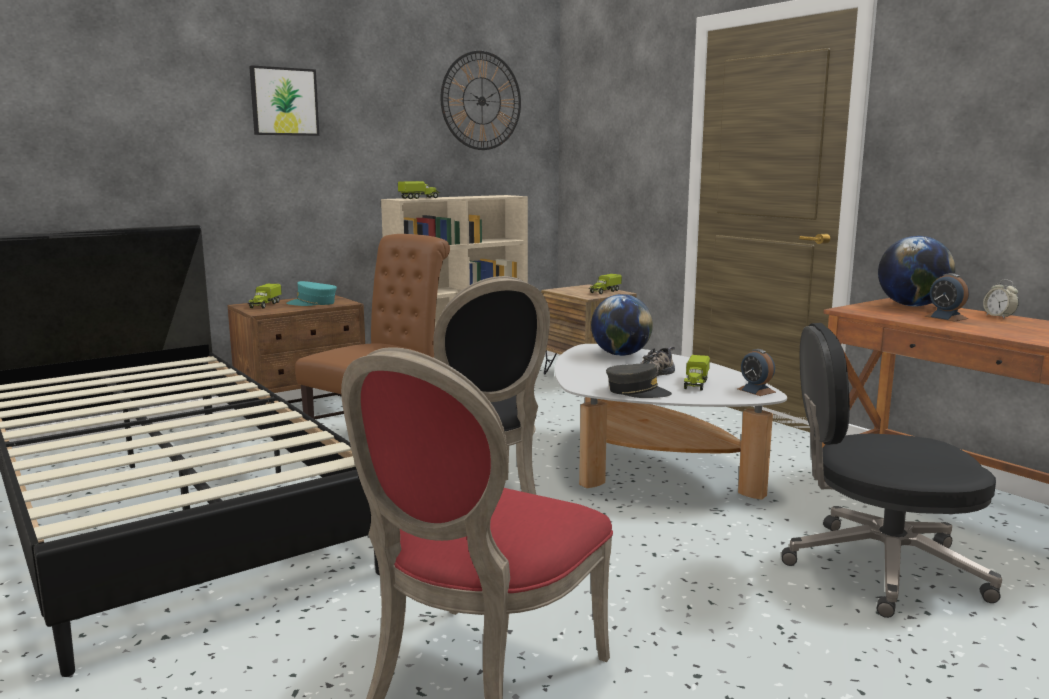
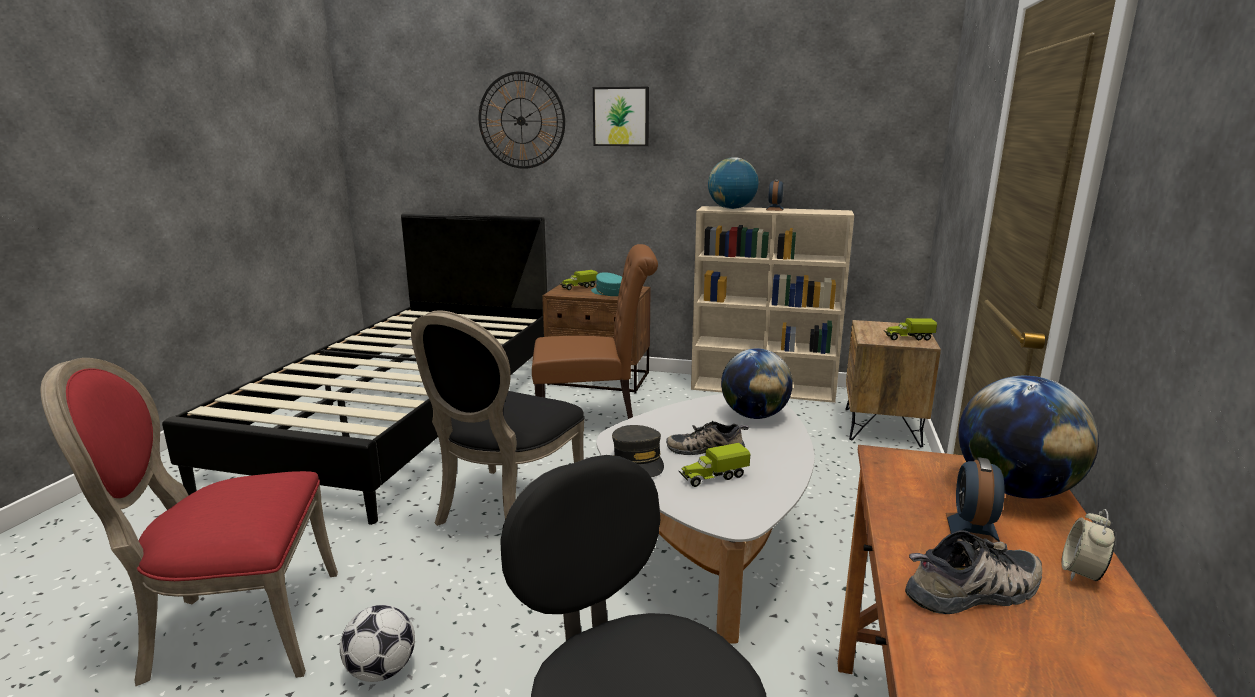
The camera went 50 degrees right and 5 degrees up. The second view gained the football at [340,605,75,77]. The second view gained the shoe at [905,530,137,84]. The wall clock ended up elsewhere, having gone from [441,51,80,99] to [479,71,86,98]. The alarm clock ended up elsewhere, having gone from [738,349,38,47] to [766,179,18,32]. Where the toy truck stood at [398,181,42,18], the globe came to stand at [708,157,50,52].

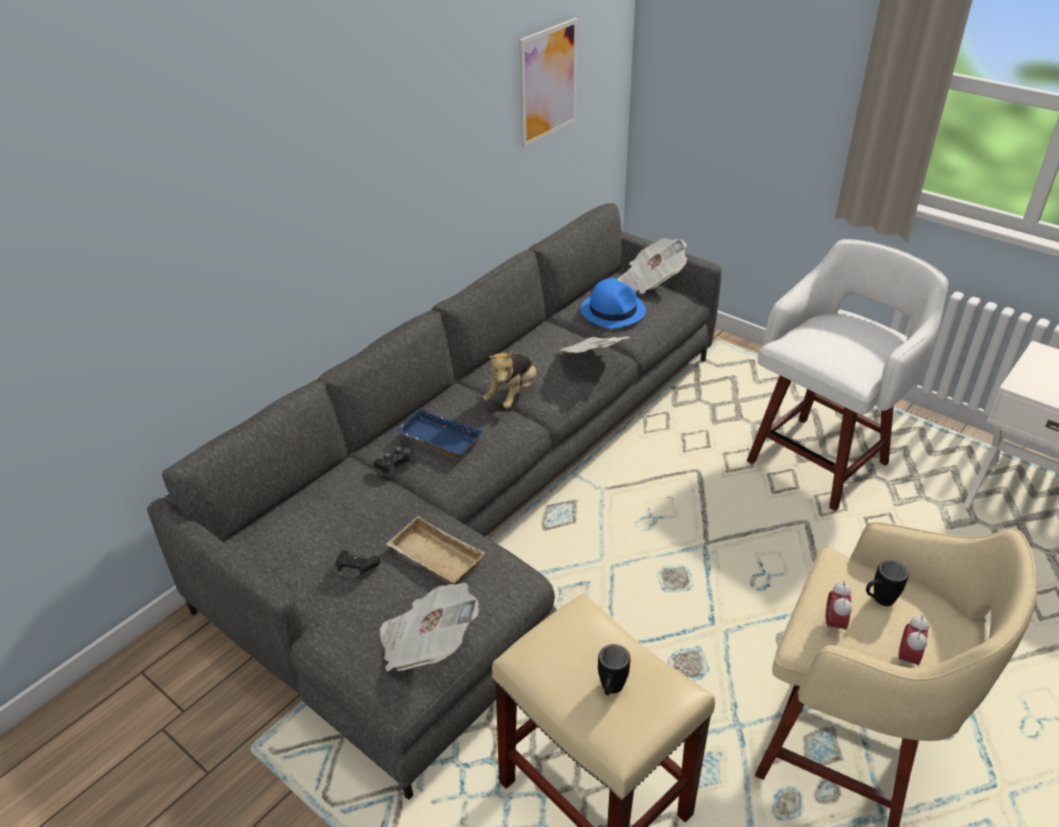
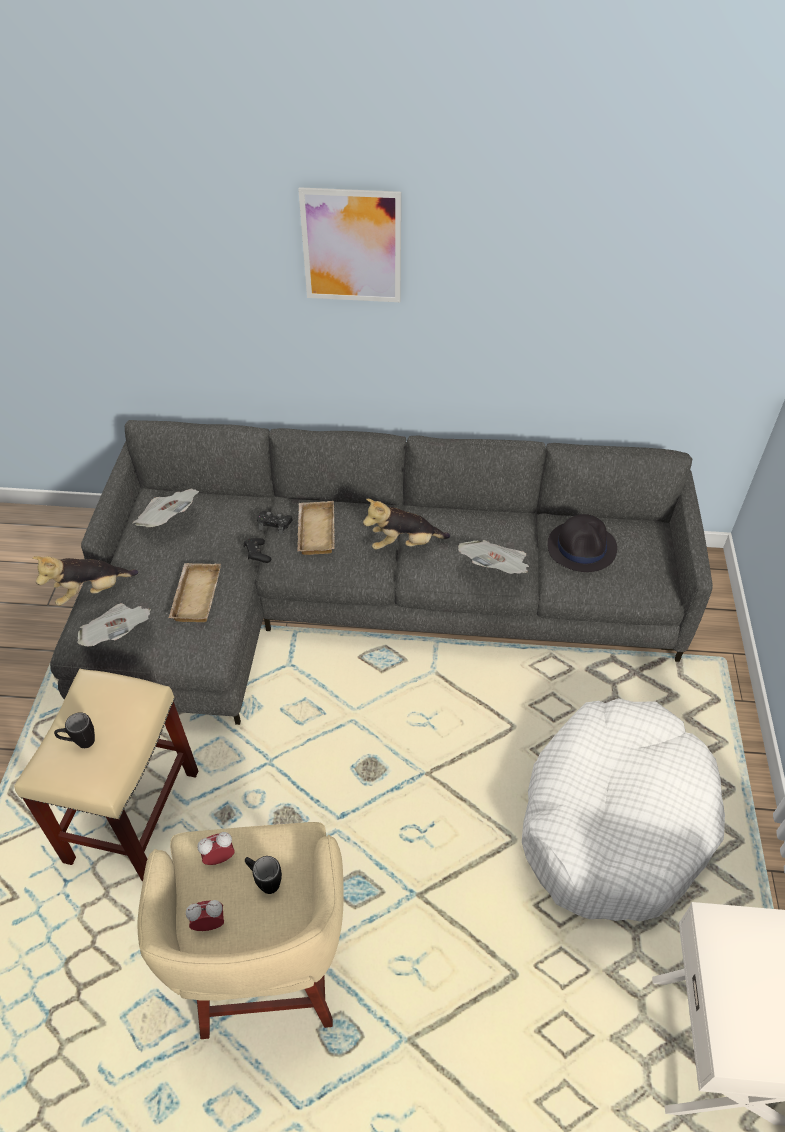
The camera went 55 degrees right and 10 degrees up. The second view gained the plush toy at [32,556,106,50]. The black game controller ended up elsewhere, having gone from [336,550,45,25] to [244,538,27,25]. The picture ended up elsewhere, having gone from [519,18,59,130] to [298,187,103,115]. The newspaper ended up elsewhere, having gone from [617,238,70,56] to [133,488,66,39]. Where the white stool stood at [747,239,201,272], the white dog bed came to stand at [522,698,203,223]. What was the blue tray at [396,408,87,51] turned into the beige tray at [297,501,38,54]. What was the blue hat at [581,278,65,51] turned into the black hat at [547,514,70,58].

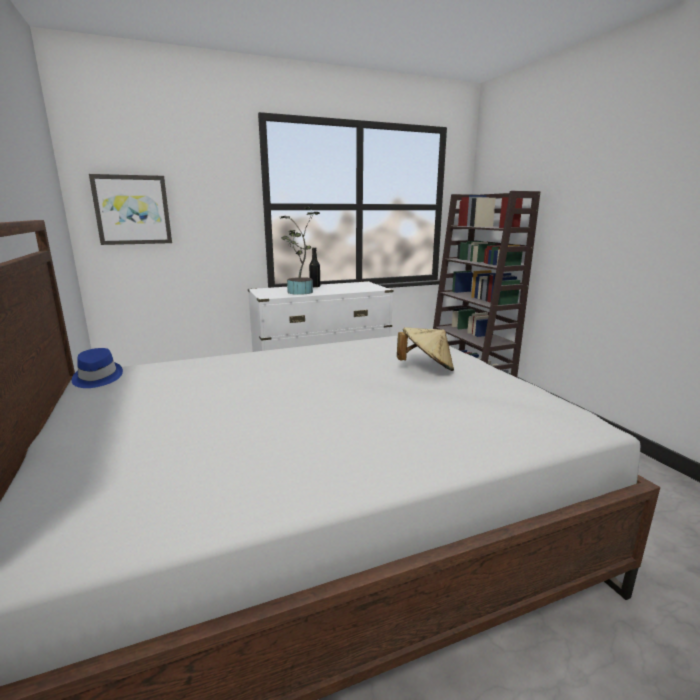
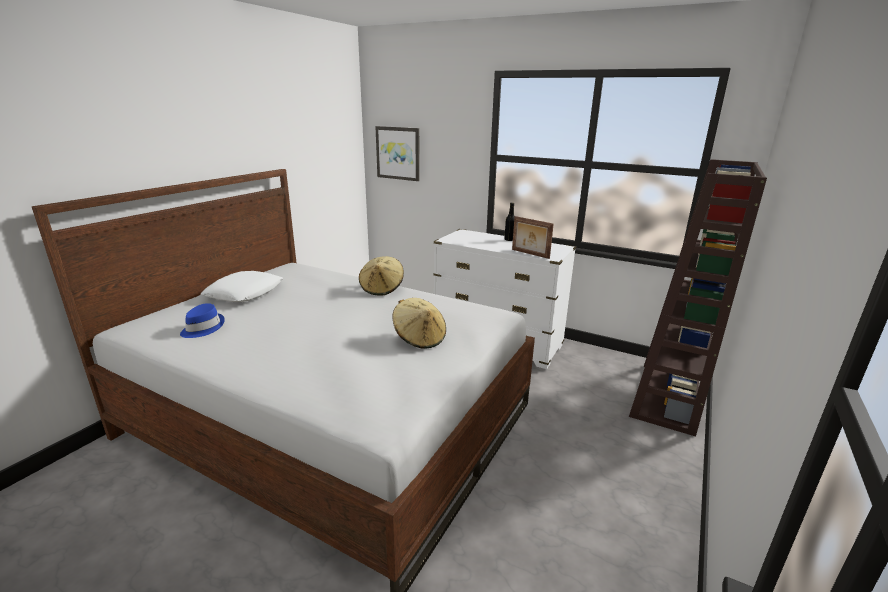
The camera went 50 degrees right and 5 degrees up. The second view lost the potted plant at [279,207,41,88]. The second view gained the white pillow at [201,271,82,31]. The second view gained the beige hat at [359,256,45,40]. The second view gained the picture frame at [512,216,42,43]. The blue hat ended up elsewhere, having gone from [72,348,51,40] to [180,303,45,35].

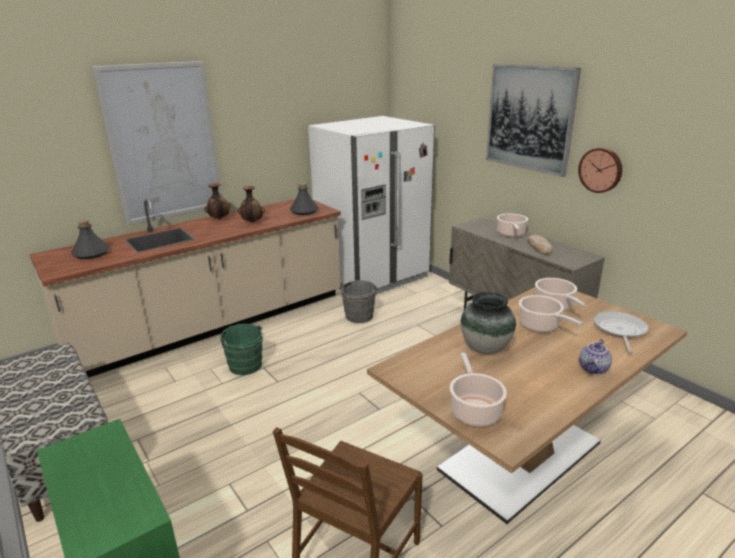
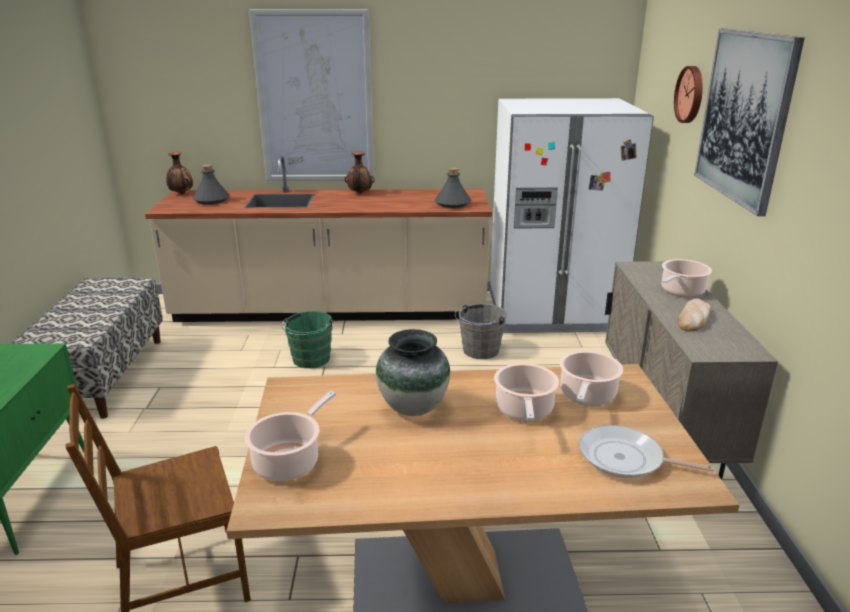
The camera went 35 degrees right and 0 degrees up. The second view lost the teapot at [579,339,33,35]. The vase ended up elsewhere, having gone from [238,186,27,37] to [166,152,27,42]. The wall clock ended up elsewhere, having gone from [578,148,44,45] to [674,66,29,57]. The frying pan at [594,311,54,43] ended up facing another way, 120 degrees counterclockwise from before.

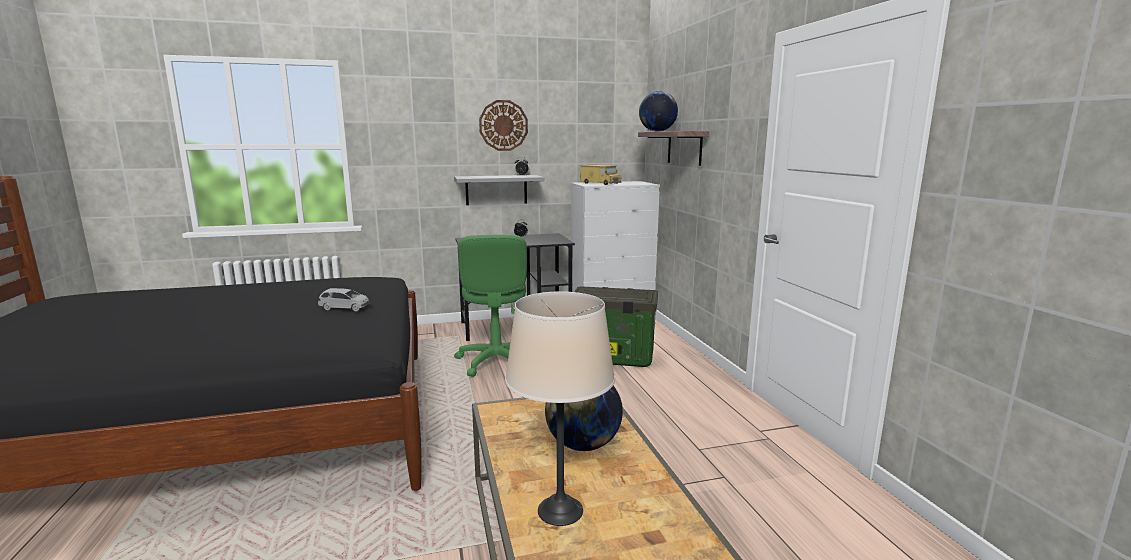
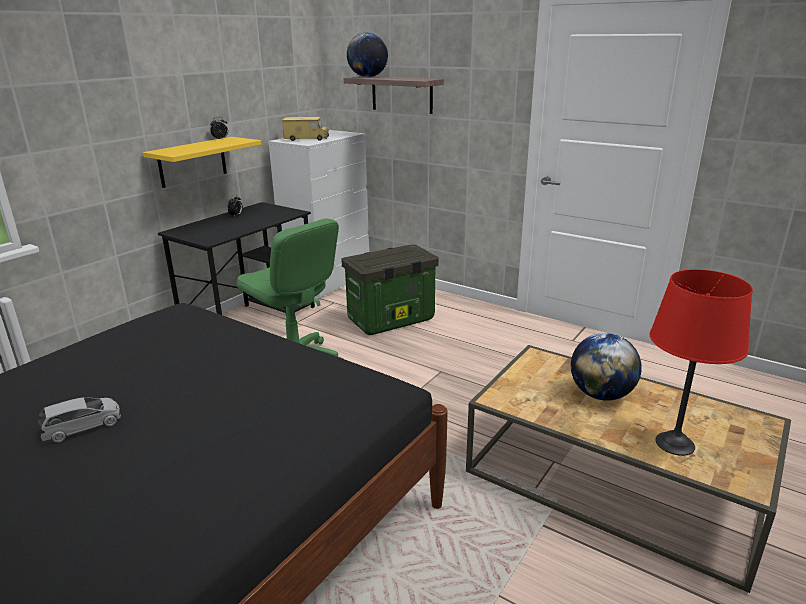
The camera went 40 degrees left and 10 degrees up. The second view lost the wall clock at [479,100,49,51]. The grey toy car ended up elsewhere, having gone from [318,288,51,23] to [38,397,83,46]. What was the grey shelf at [454,175,91,30] turned into the yellow shelf at [143,137,118,51]. What was the beige table lamp at [505,291,110,235] turned into the red table lamp at [650,269,103,187].

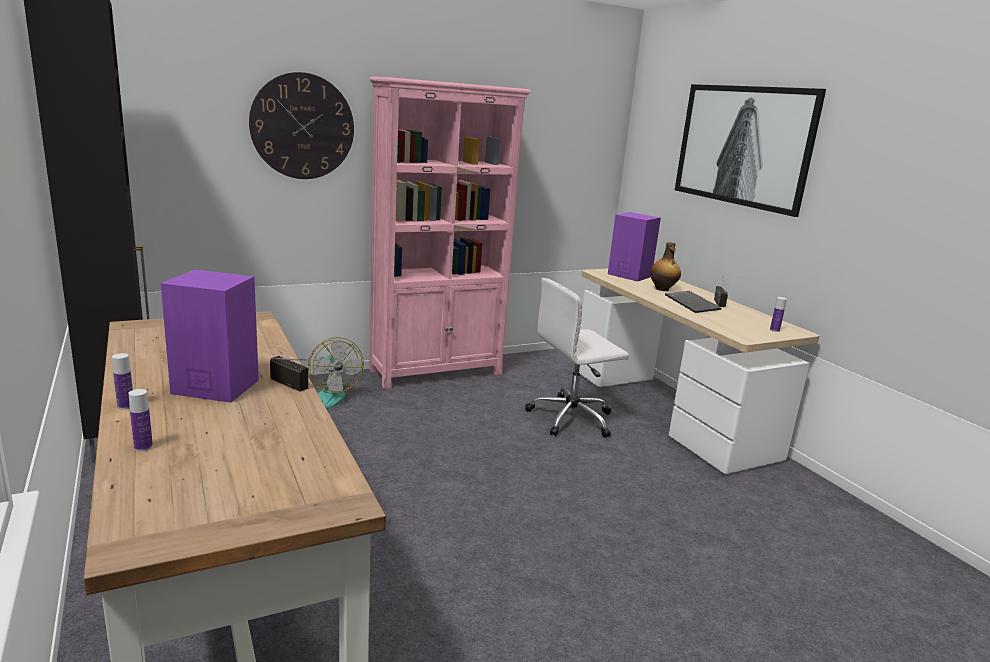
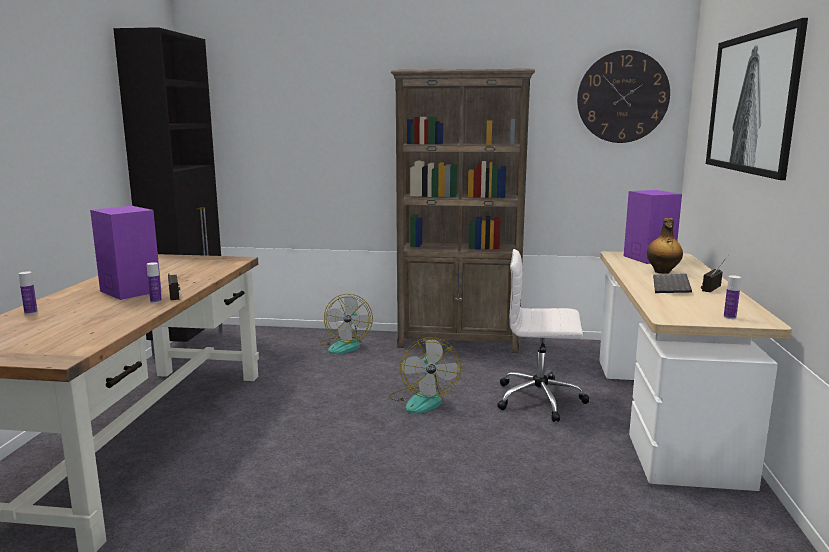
The camera went 35 degrees right and 5 degrees down. The second view gained the fan at [389,338,72,75]. The bottle ended up elsewhere, having gone from [112,353,21,56] to [147,262,15,41]. The wall clock ended up elsewhere, having gone from [249,72,105,107] to [577,50,93,93]. What was the pink bookcase at [369,76,162,313] turned into the brown bookcase at [391,69,144,284].

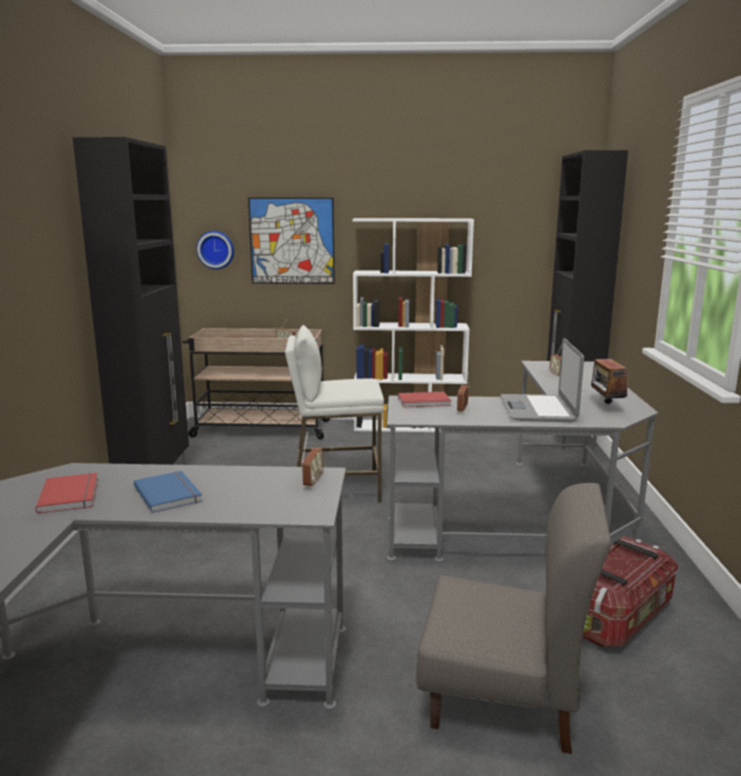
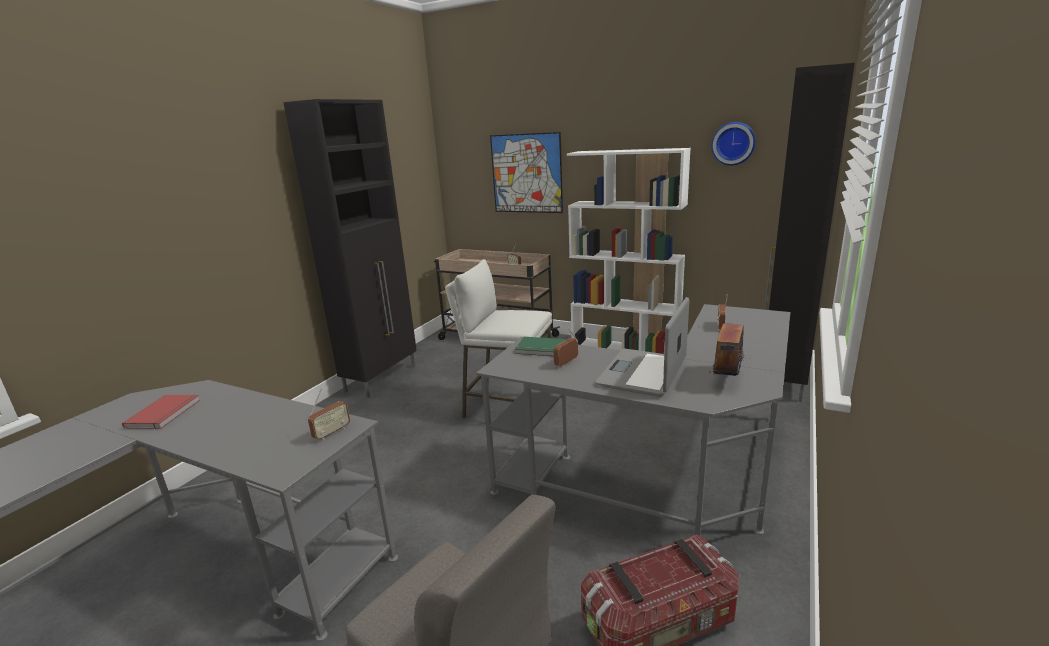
The camera went 25 degrees right and 5 degrees up. The second view lost the blue book at [134,471,68,42]. The wall clock ended up elsewhere, having gone from [196,231,38,38] to [711,122,45,44]. What was the red book at [398,392,53,15] turned into the green book at [515,337,52,19].

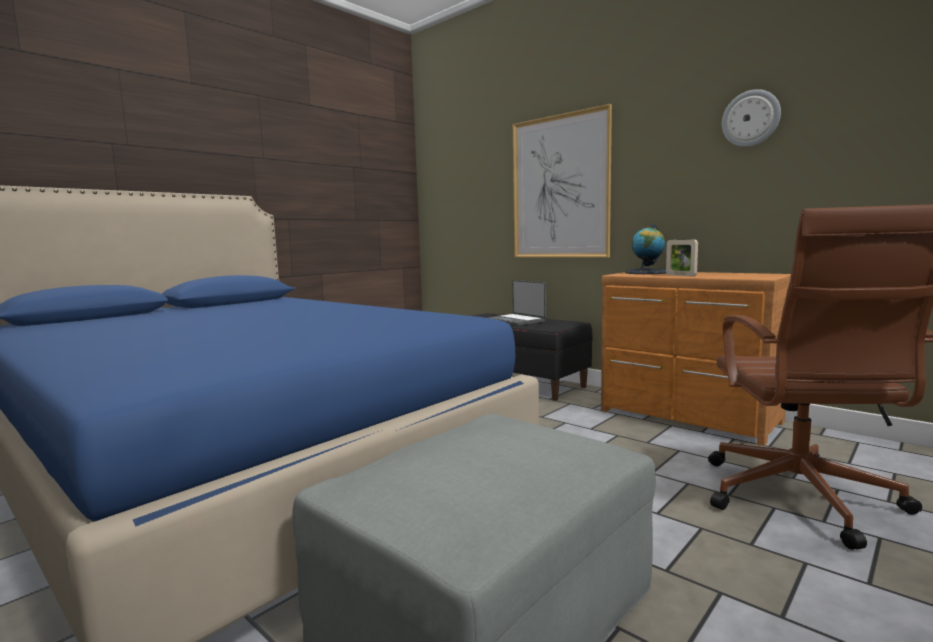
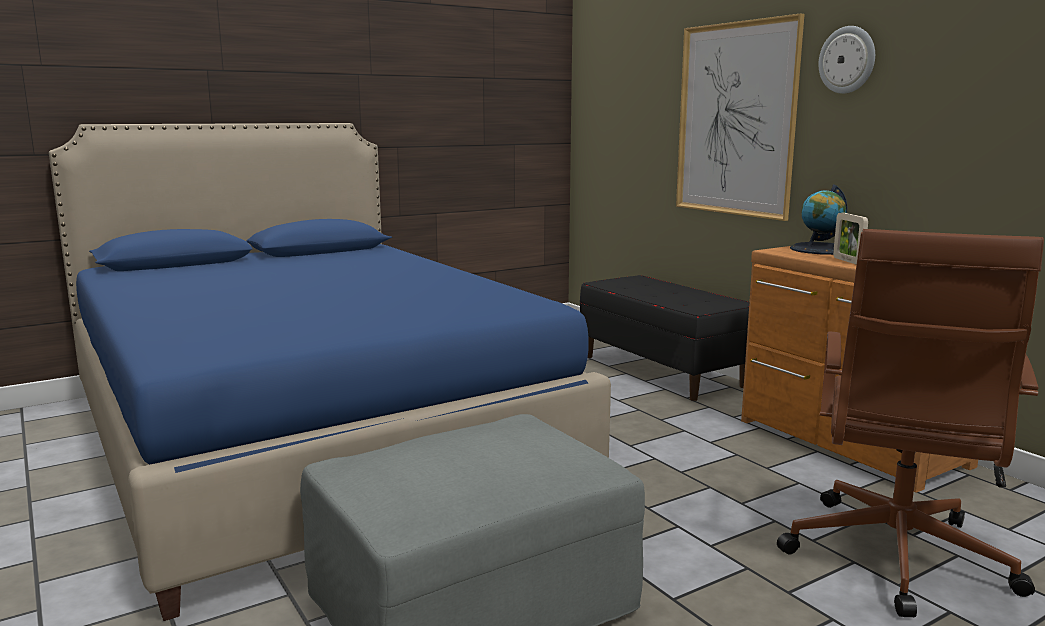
The camera went 15 degrees right and 5 degrees up. The second view lost the laptop at [488,280,58,46]. The wall clock ended up elsewhere, having gone from [722,89,59,58] to [819,26,56,68].

